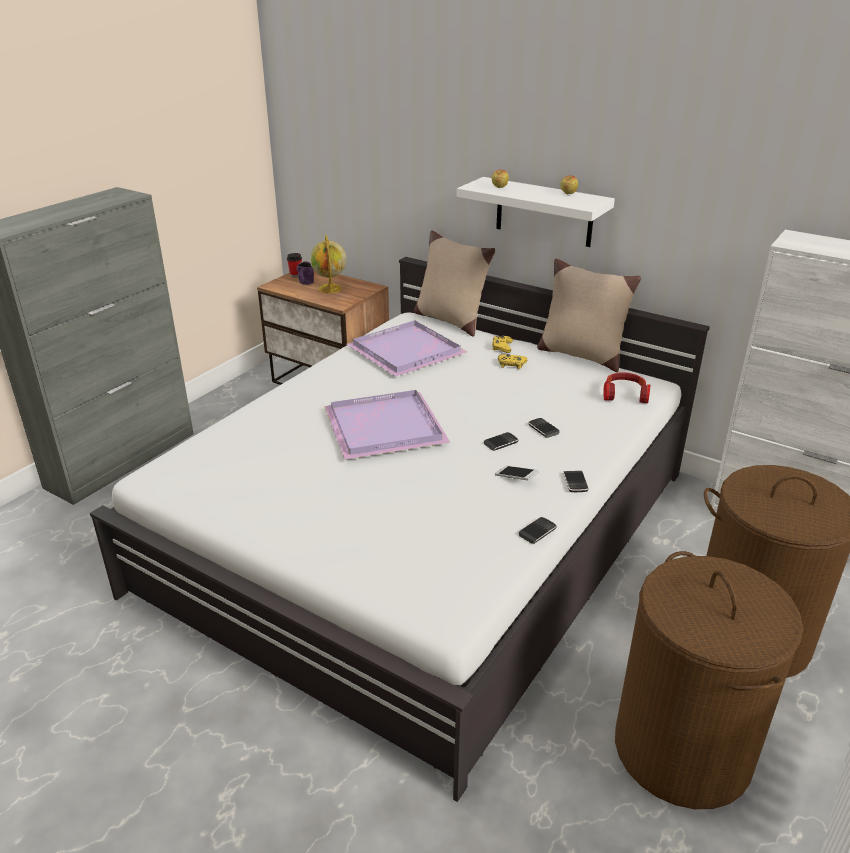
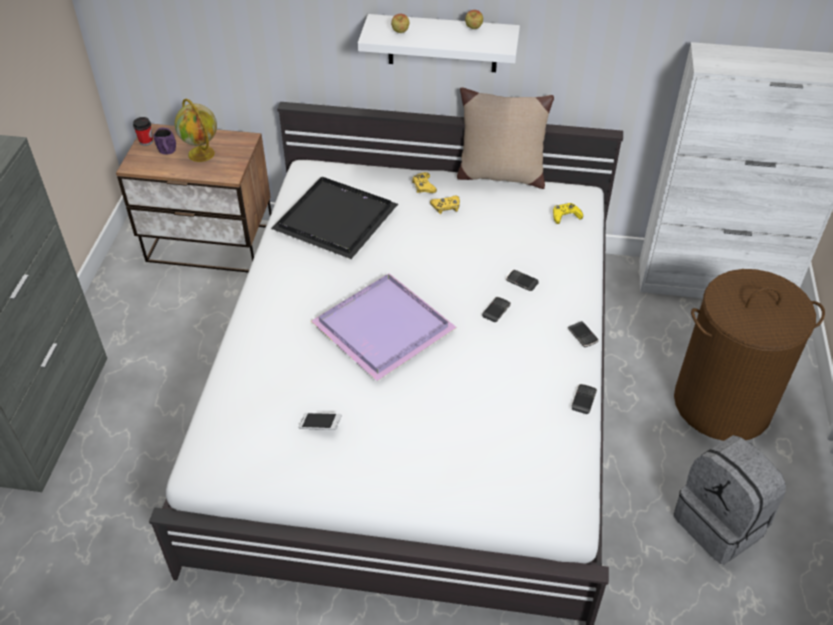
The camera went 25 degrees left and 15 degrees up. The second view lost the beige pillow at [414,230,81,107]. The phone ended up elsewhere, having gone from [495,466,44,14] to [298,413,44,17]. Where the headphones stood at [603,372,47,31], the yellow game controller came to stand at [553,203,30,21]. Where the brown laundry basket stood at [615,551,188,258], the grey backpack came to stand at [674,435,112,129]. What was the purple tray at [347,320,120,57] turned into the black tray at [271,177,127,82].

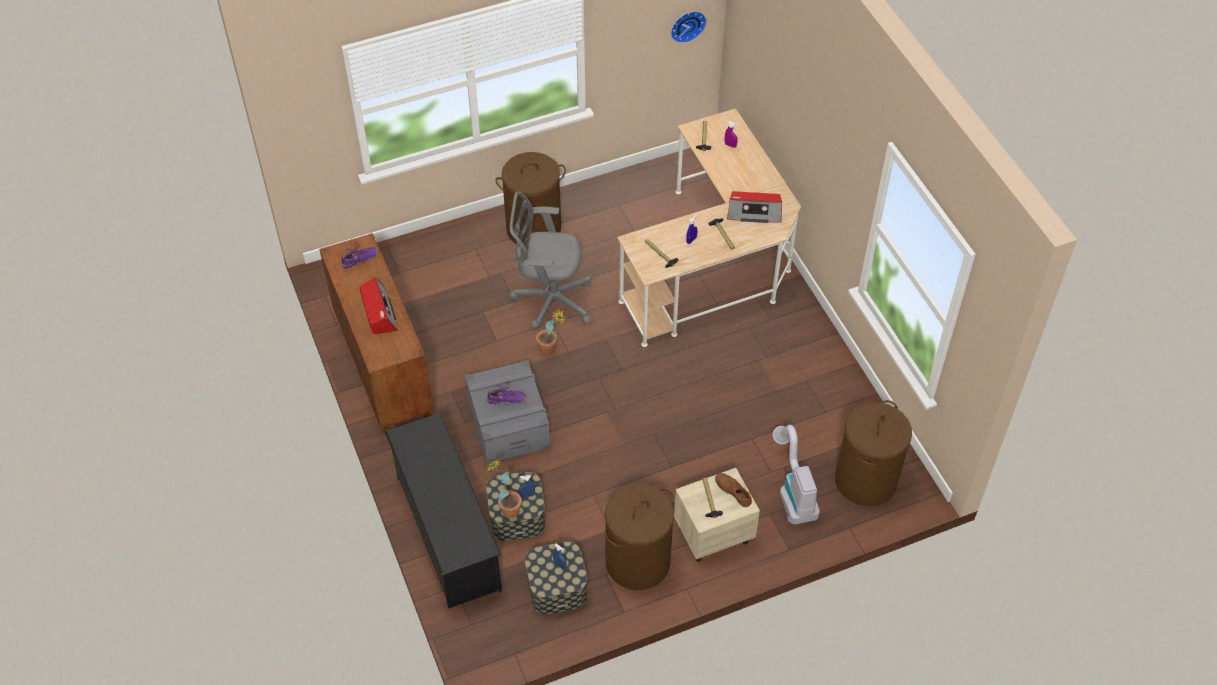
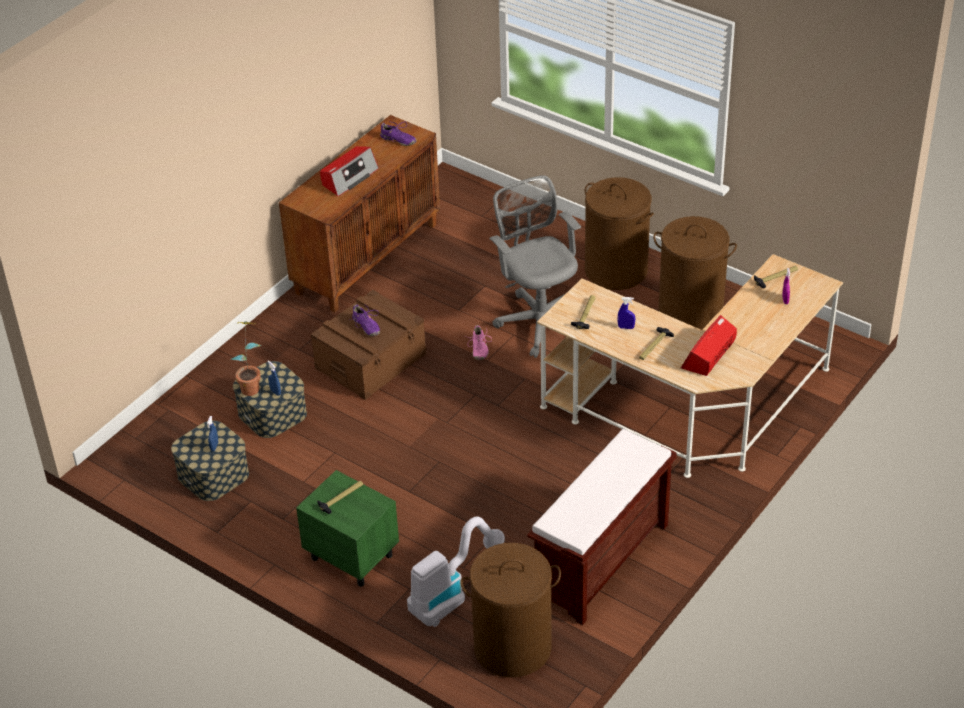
The camera went 60 degrees right and 10 degrees down. The second view lost the black shoe rack at [385,413,117,195]. The second view lost the wall clock at [671,11,36,32]. The second view lost the brown shoe at [715,473,37,34]. The second view gained the brown bench at [527,429,150,196]. The brown laundry basket ended up elsewhere, having gone from [605,484,69,106] to [653,216,84,114]. Where the potted plant stood at [536,308,31,47], the pink shoe came to stand at [465,325,27,35]. What was the grey storage box at [465,360,86,104] turned into the brown storage box at [311,290,115,110]. What was the beige nightstand at [674,468,86,94] turned into the green nightstand at [296,470,103,117]. The radio at [727,191,55,32] ended up facing another way, 60 degrees clockwise from before.

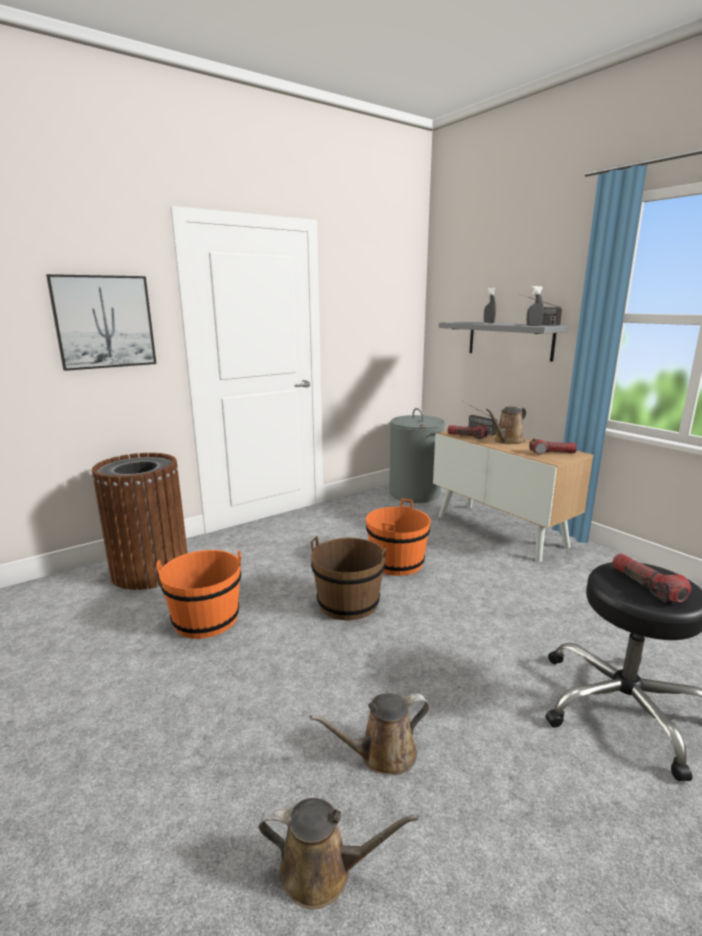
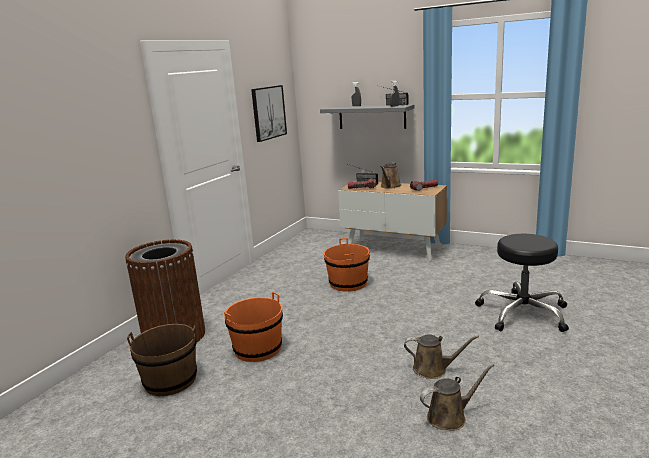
The camera went 25 degrees left and 0 degrees up. The second view lost the grey laundry basket at [389,408,56,95]. The second view lost the flashlight at [612,553,79,50]. The picture ended up elsewhere, having gone from [46,274,111,97] to [251,85,36,57]. The brown bucket ended up elsewhere, having gone from [310,536,77,84] to [127,324,70,72]. The brown watering can at [310,693,119,82] ended up facing another way, 120 degrees counterclockwise from before.

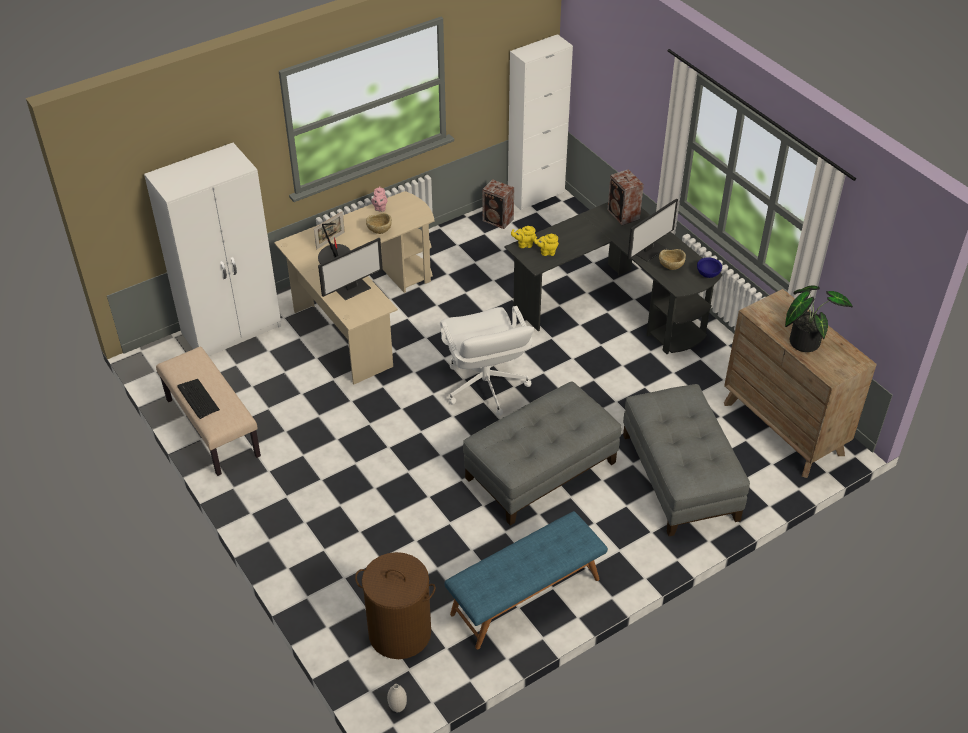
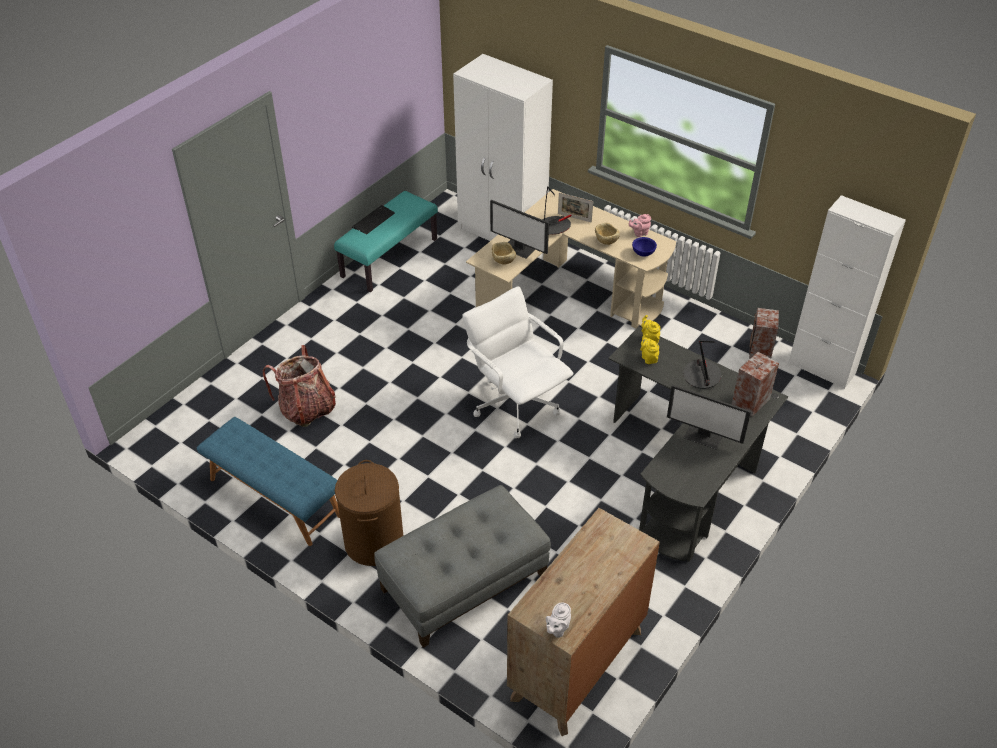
The camera went 70 degrees right and 0 degrees up. The second view lost the white vase at [387,684,20,28]. The second view lost the grey ottoman at [463,382,159,144]. The second view lost the potted plant at [785,285,68,67]. The second view gained the backpack at [263,345,73,82]. The second view gained the white teapot at [546,602,25,36]. The second view gained the table lamp at [683,341,38,48]. The brown laundry basket ended up elsewhere, having gone from [355,552,81,107] to [335,460,68,106]. The beige bowl ended up elsewhere, having gone from [659,249,27,21] to [492,242,24,23]. The blue bowl ended up elsewhere, having gone from [697,257,25,21] to [632,237,25,20]. What was the beige bench at [156,346,105,130] turned into the turquoise bench at [334,191,104,101]. The white office chair at [440,306,94,110] ended up facing another way, 90 degrees clockwise from before.

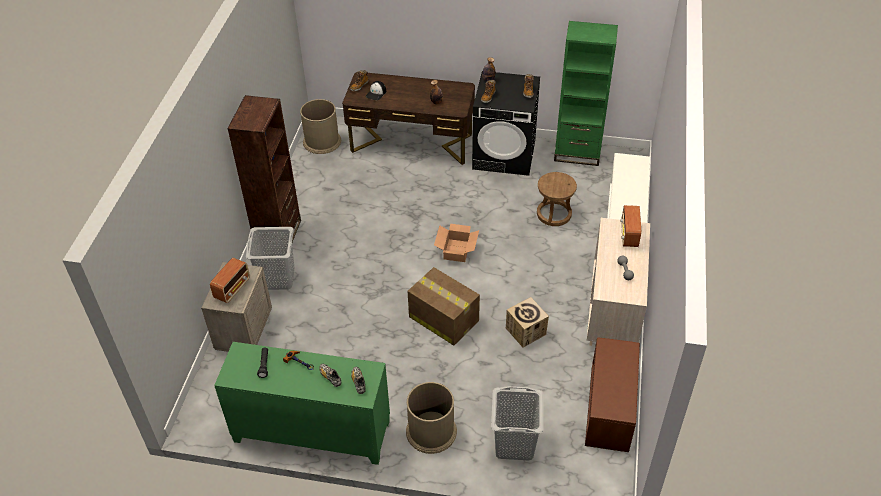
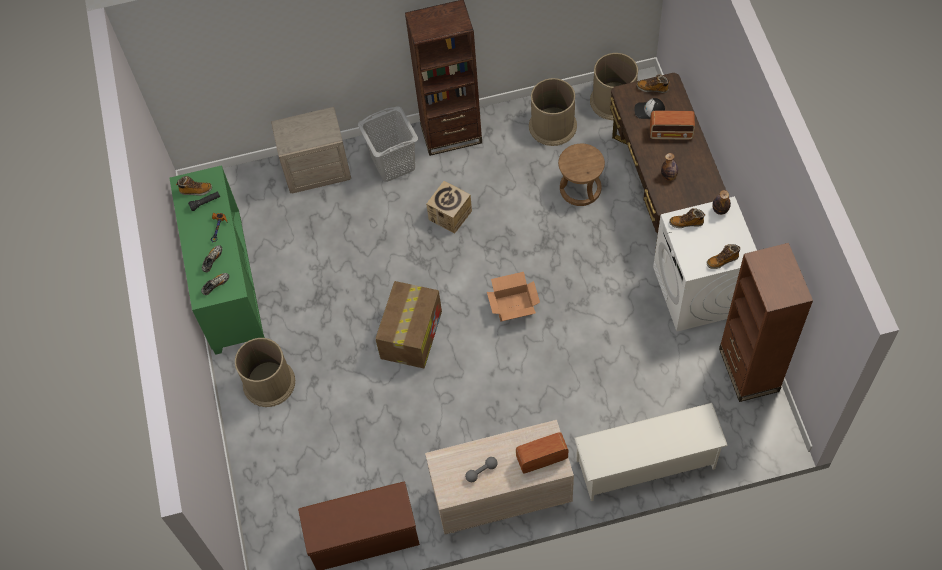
The camera went 70 degrees right and 15 degrees up. The second view lost the grey laundry basket at [491,386,52,74]. The second view gained the boot at [176,176,36,20]. The second view gained the brown trash can at [529,78,48,68]. The radio ended up elsewhere, having gone from [210,258,40,45] to [650,111,45,29]. The cardboard box ended up elsewhere, having gone from [506,297,43,51] to [426,181,46,52]. The brown stool ended up elsewhere, having gone from [537,172,40,54] to [558,144,47,62]. What was the black washing machine at [472,71,68,105] turned into the white washing machine at [653,196,104,136]. What was the green bookcase at [554,21,64,145] turned into the brown bookcase at [719,243,94,159].

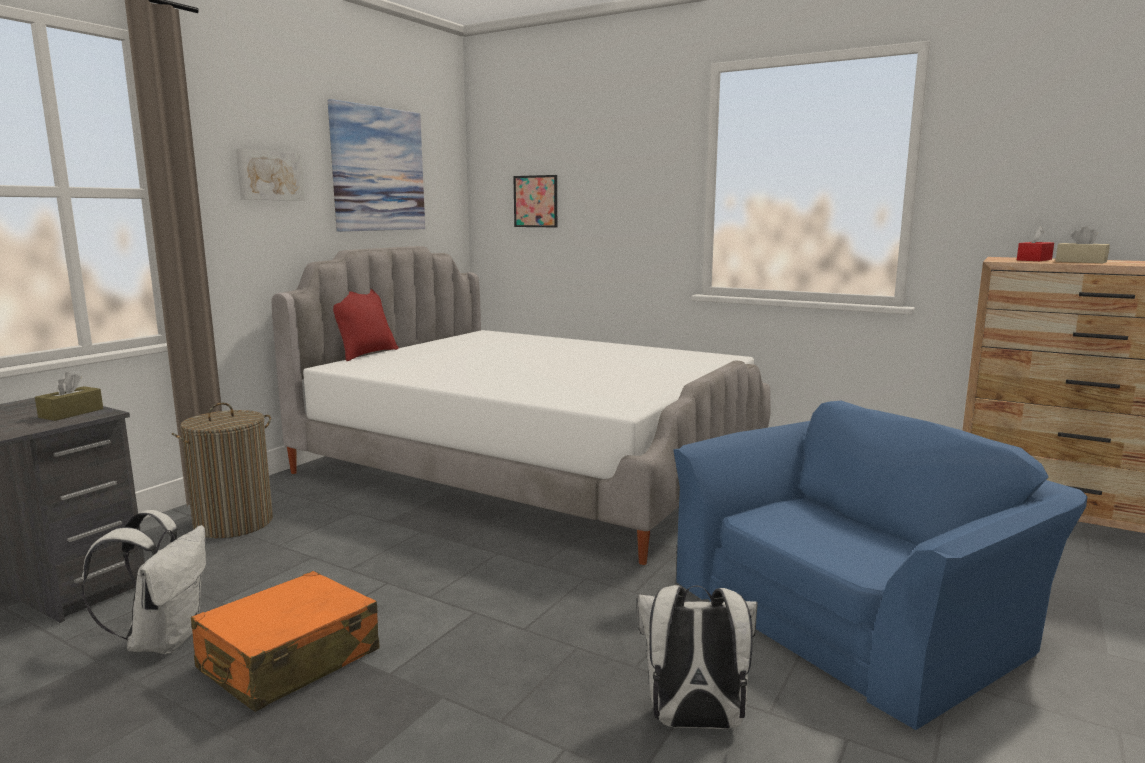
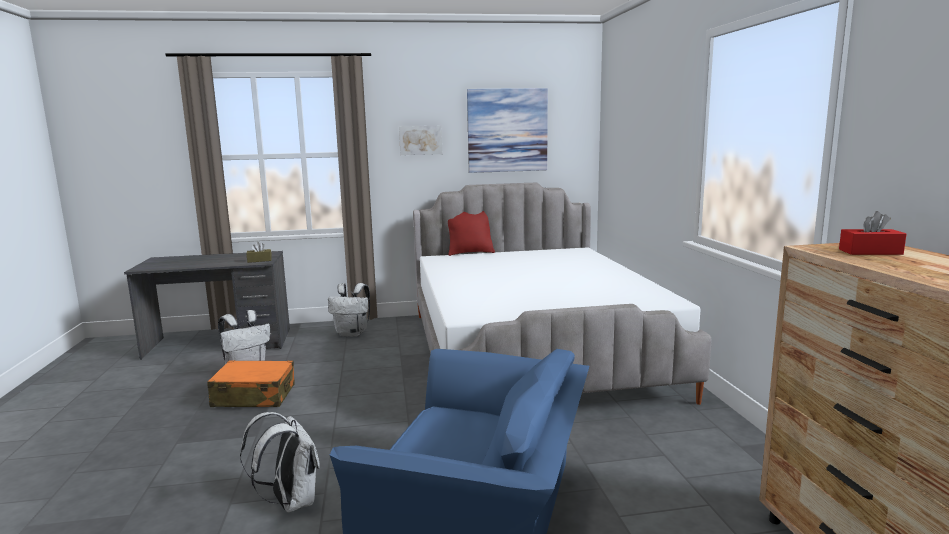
The camera went 50 degrees right and 0 degrees up. The second view lost the picture at [513,175,44,52]. The second view lost the beige tissue box at [1056,226,54,37]. Where the laundry basket stood at [172,402,101,136], the white backpack came to stand at [328,283,42,54].

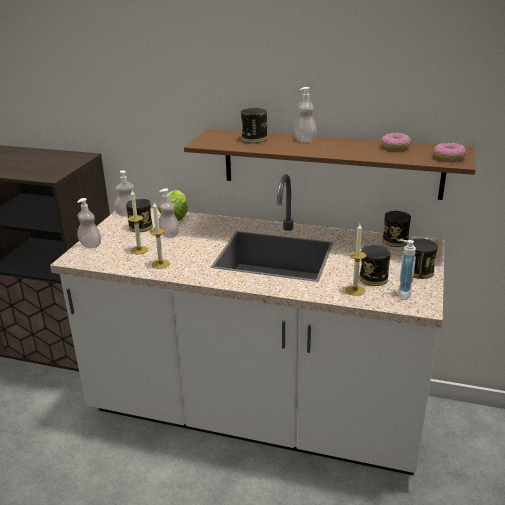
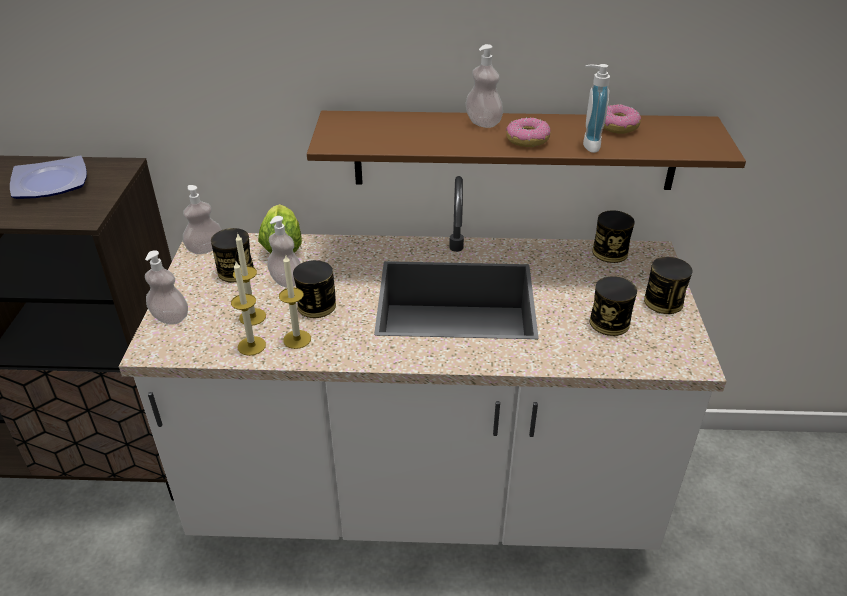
The camera went 15 degrees left and 10 degrees up. The second view gained the plate at [10,156,77,43]. The can ended up elsewhere, having gone from [241,108,26,35] to [293,260,43,58]. The candle ended up elsewhere, having gone from [345,224,21,72] to [231,261,35,95]. The soap dispenser ended up elsewhere, having gone from [398,240,18,60] to [583,64,27,89]. The donut ended up elsewhere, having gone from [433,143,33,18] to [506,118,45,29].

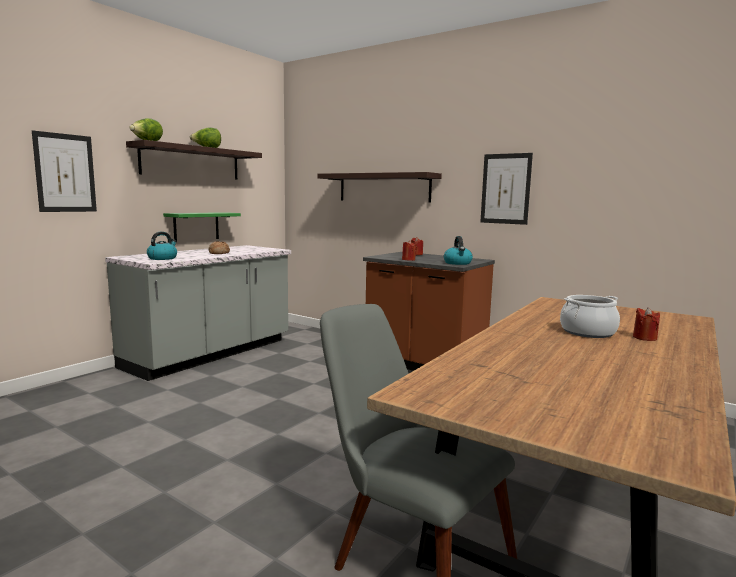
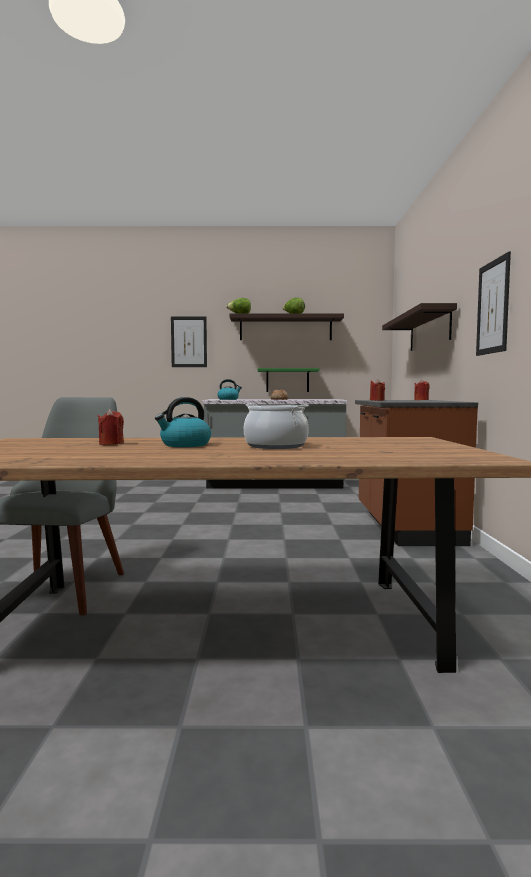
The camera went 55 degrees right and 5 degrees down. The kettle ended up elsewhere, having gone from [444,236,29,29] to [155,397,56,50]. The red candle ended up elsewhere, having gone from [633,307,27,34] to [98,409,26,36].

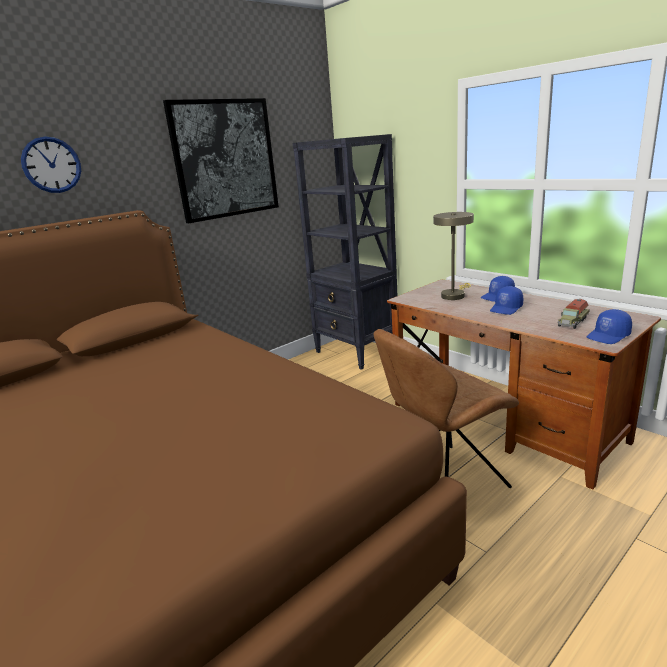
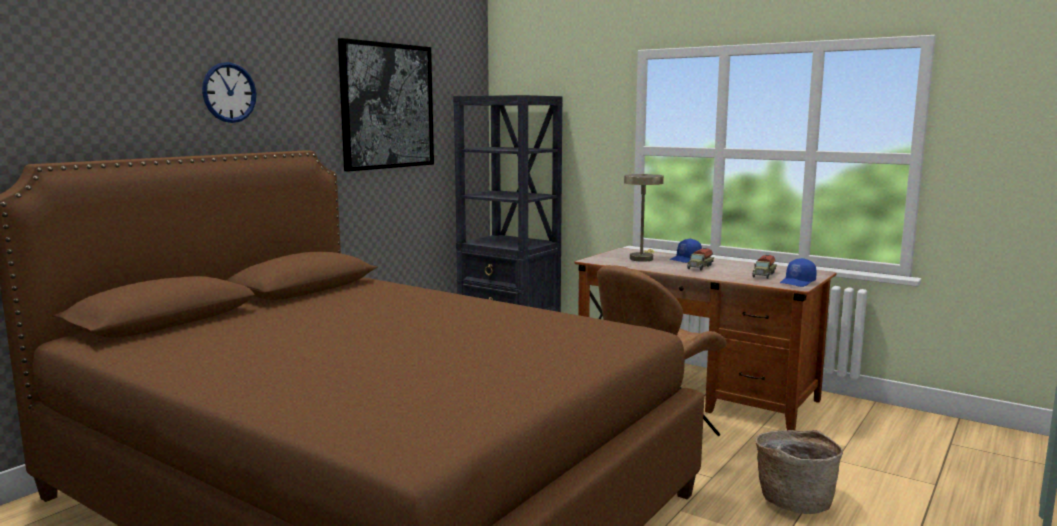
The camera went 15 degrees left and 10 degrees down. The second view gained the basket at [755,430,88,84]. Where the blue cap stood at [490,286,33,29], the toy truck came to stand at [687,248,27,23].

